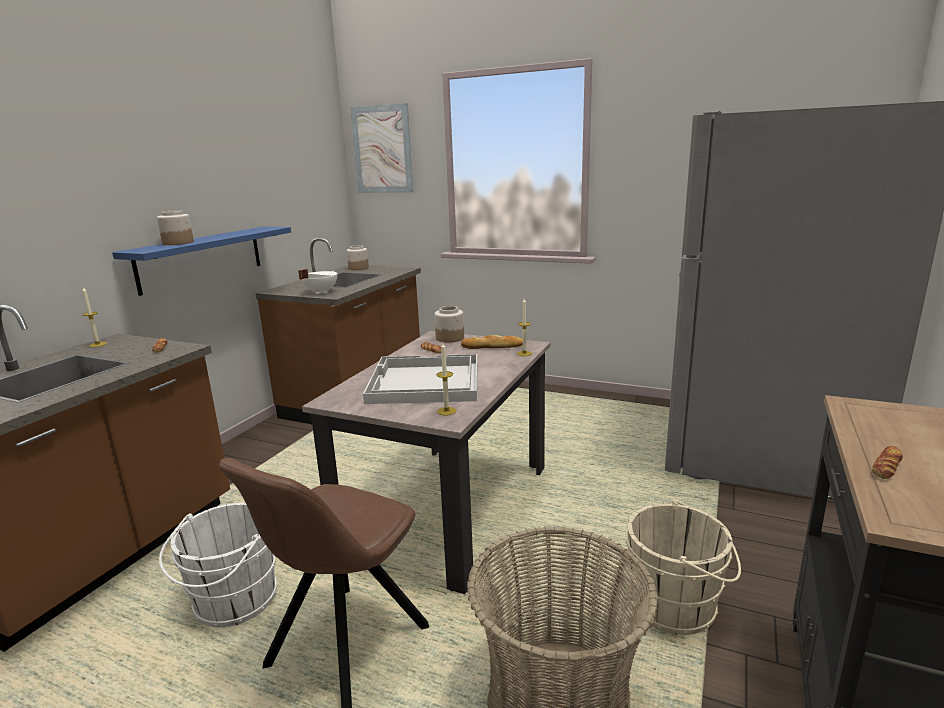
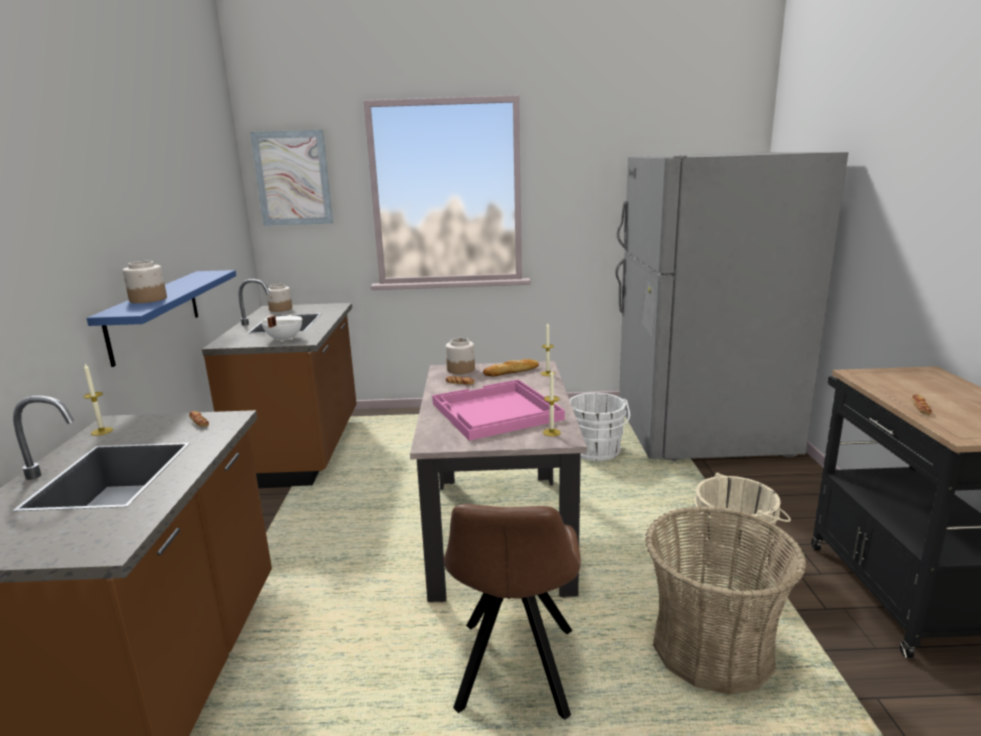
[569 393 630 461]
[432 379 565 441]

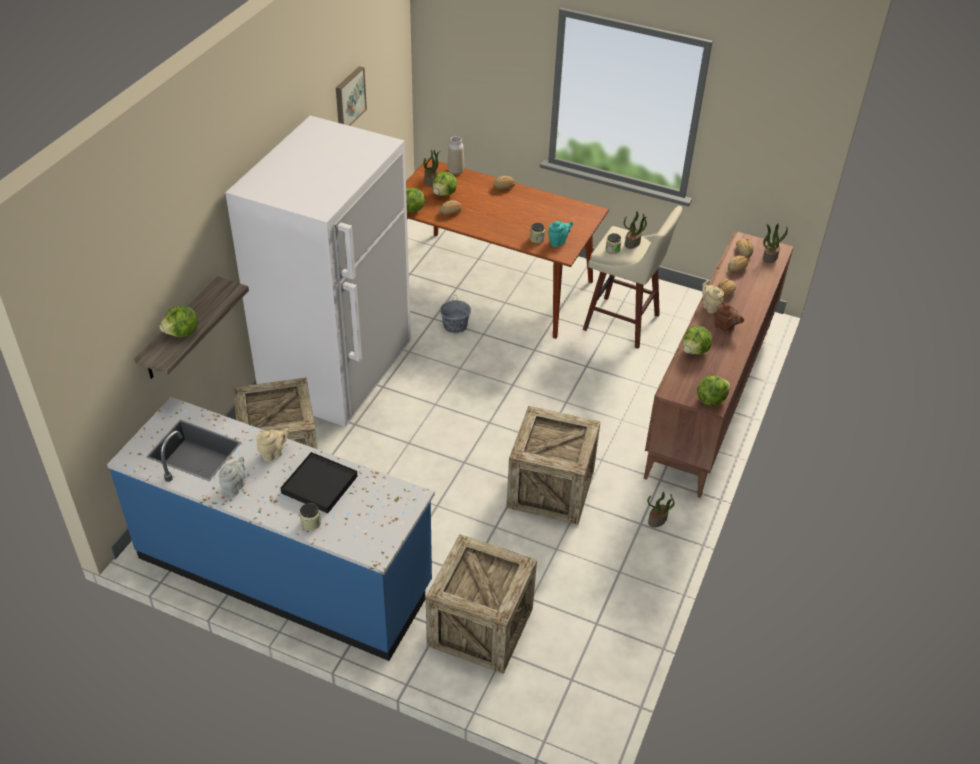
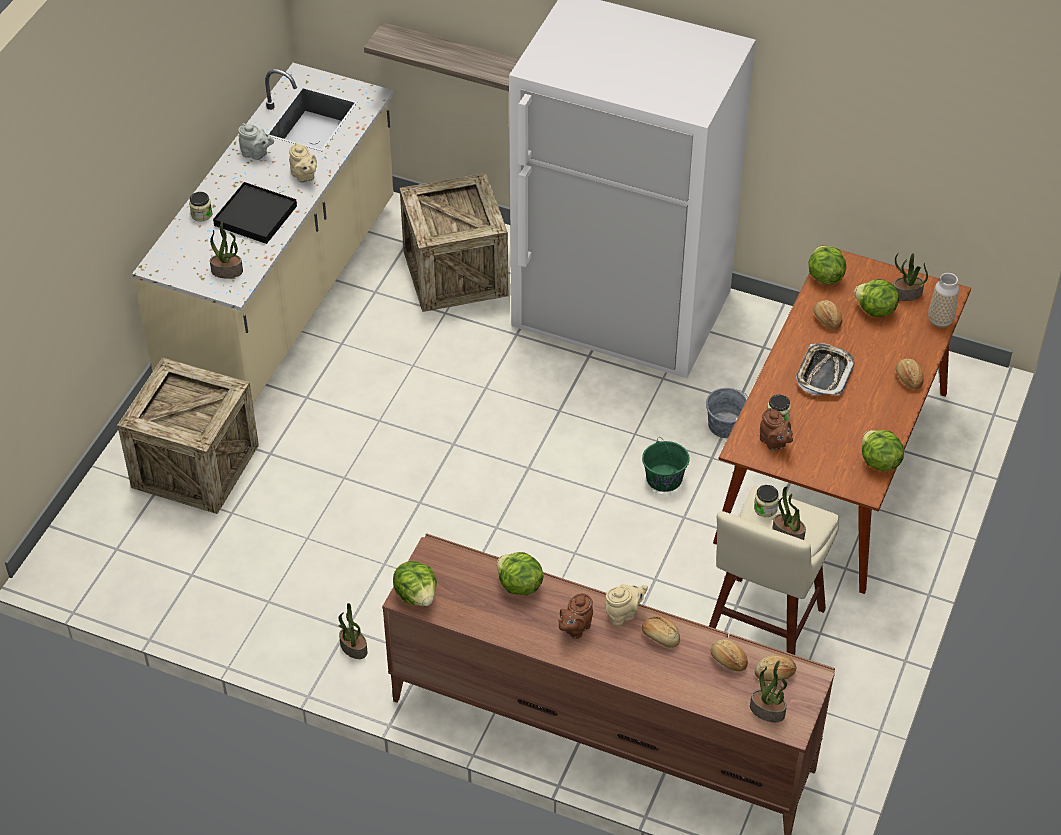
[336 66 367 126] (first image)
[506 406 601 525] (first image)
[210 222 243 278]
[642 437 690 492]
[796 343 855 396]
[862 430 904 471]
[132 63 394 403]
[760 408 793 451]

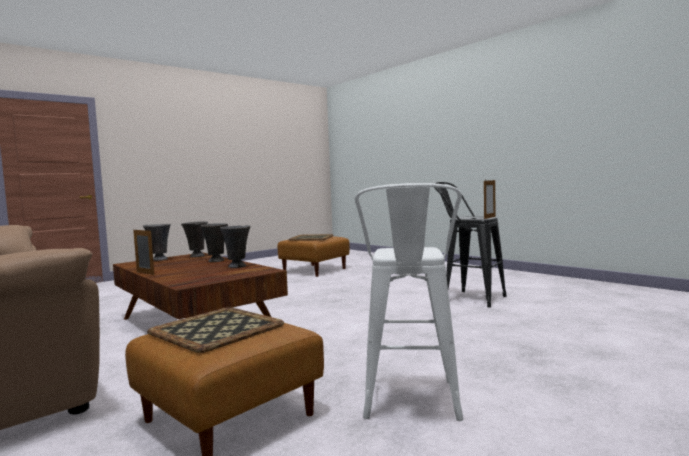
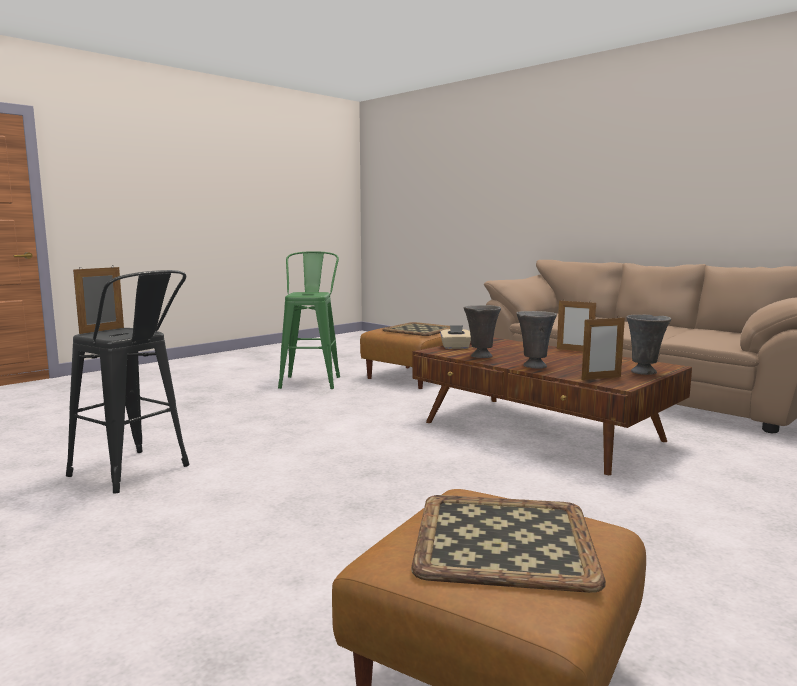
[440 325 471 349]
[582 316 625 380]
[278 251 340 389]

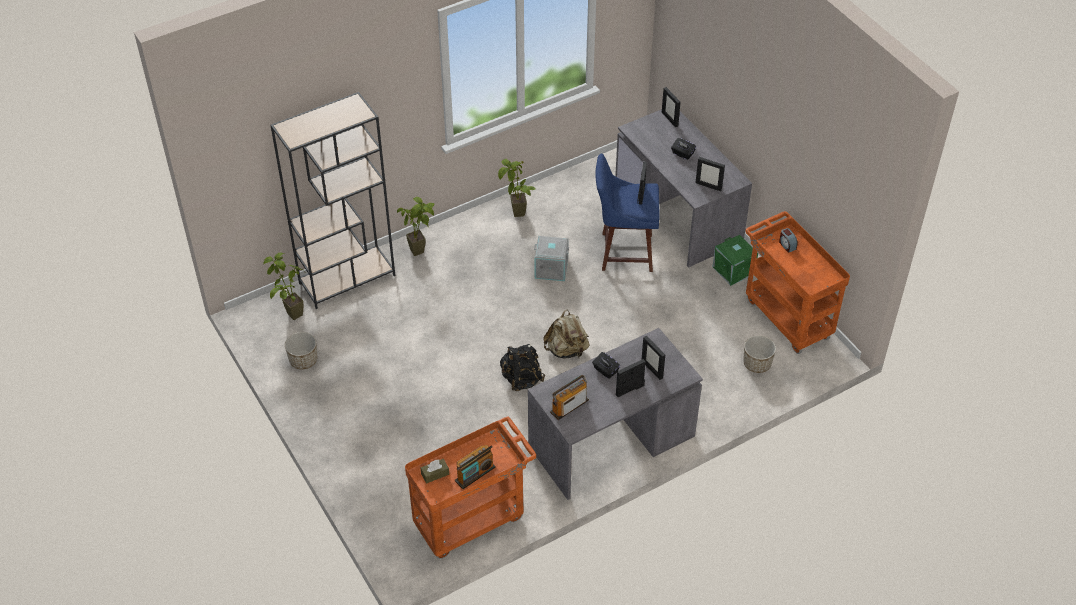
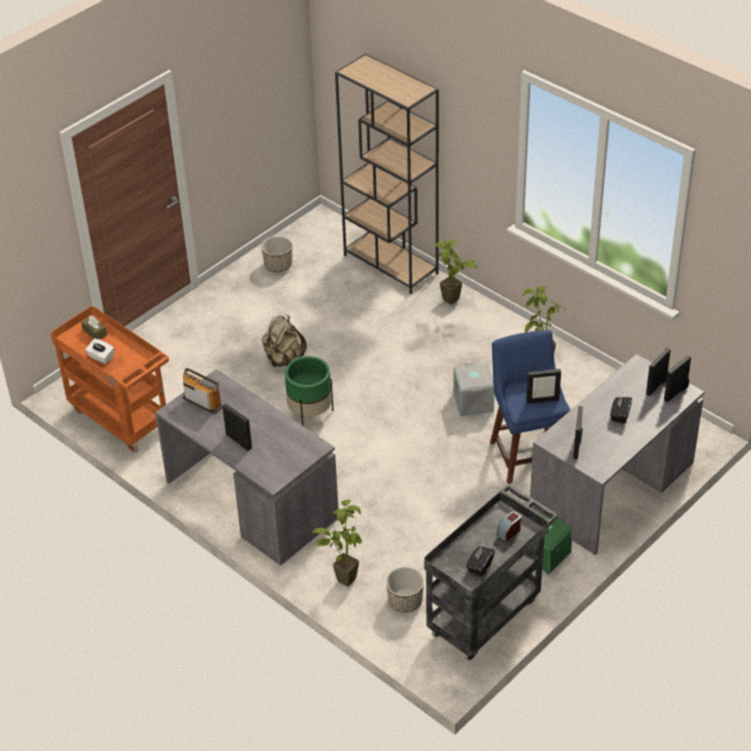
[311 500 362 587]
[262 315 307 367]
[466 546 495 577]
[646 348 671 396]
[85 339 114 364]
[285 356 334 426]
[424 485 557 661]

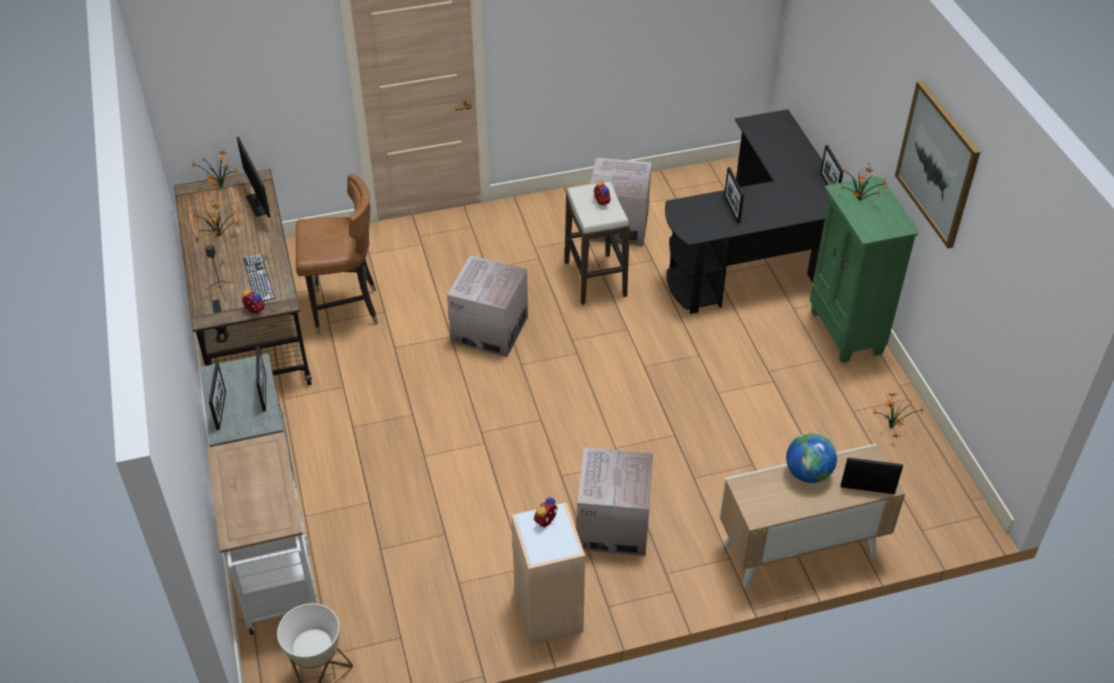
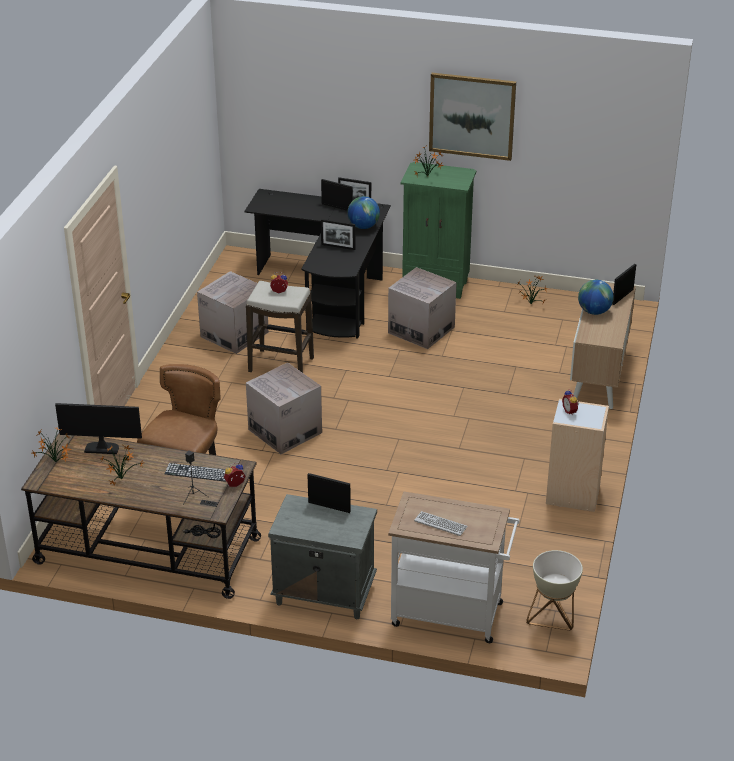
[347 196 380 229]
[414 511 468 536]
[321 179 352 211]
[388 267 457 349]

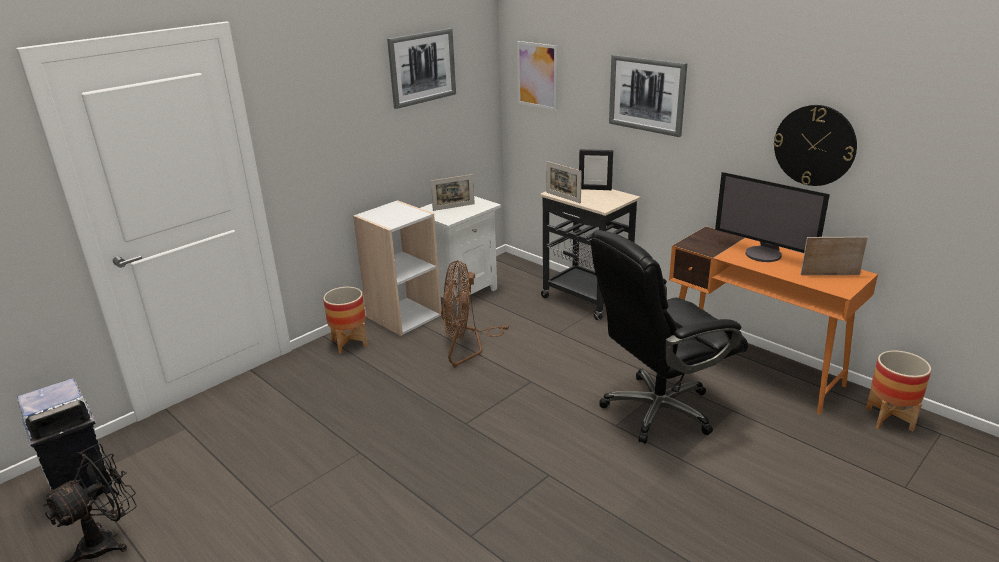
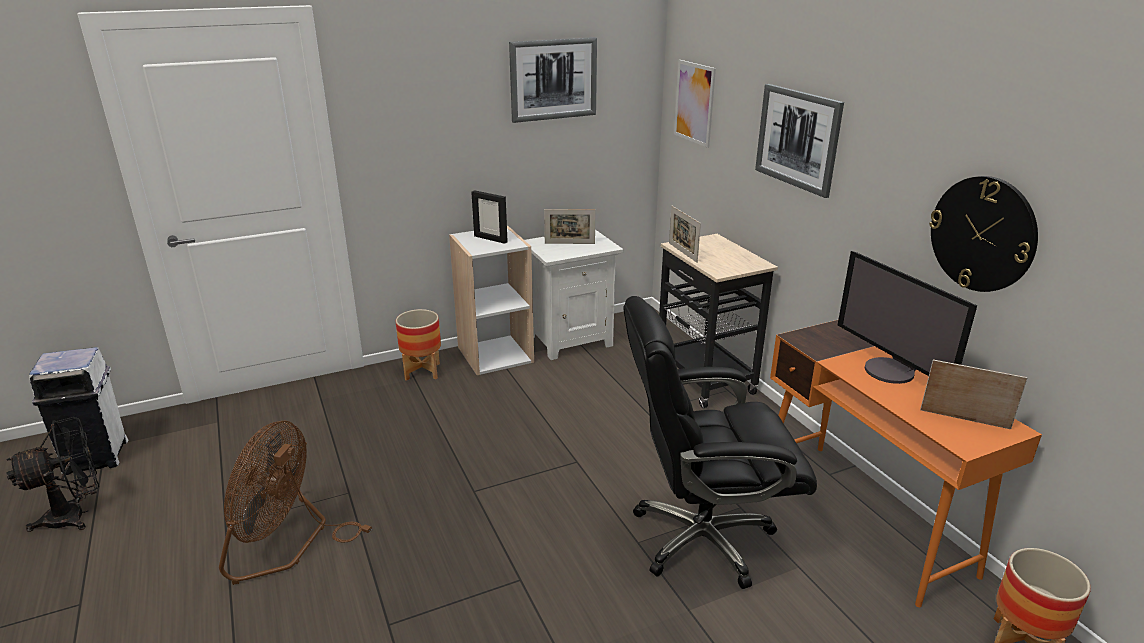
[219 421 372 585]
[471 190 508 244]

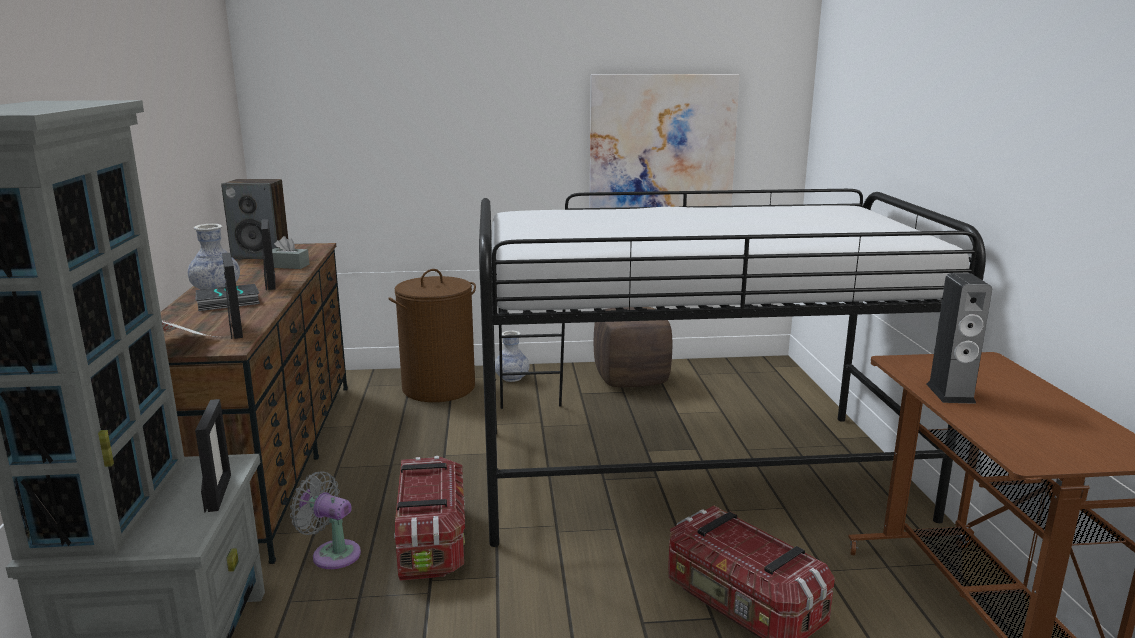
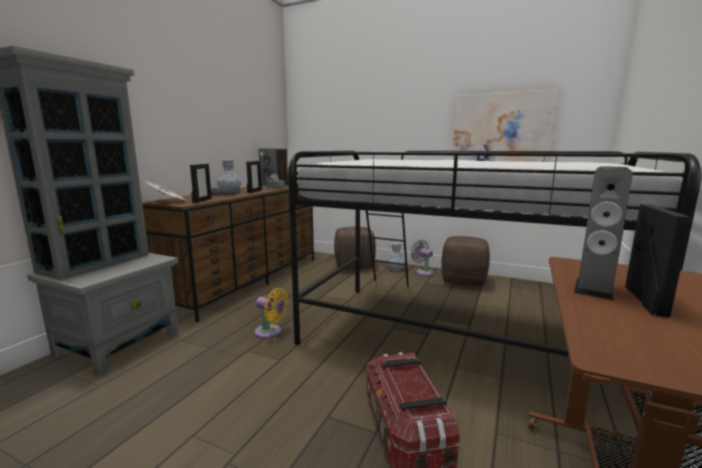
[625 204 692 318]
[411 240 434 276]
[334 227 376 270]
[255 288 288 338]

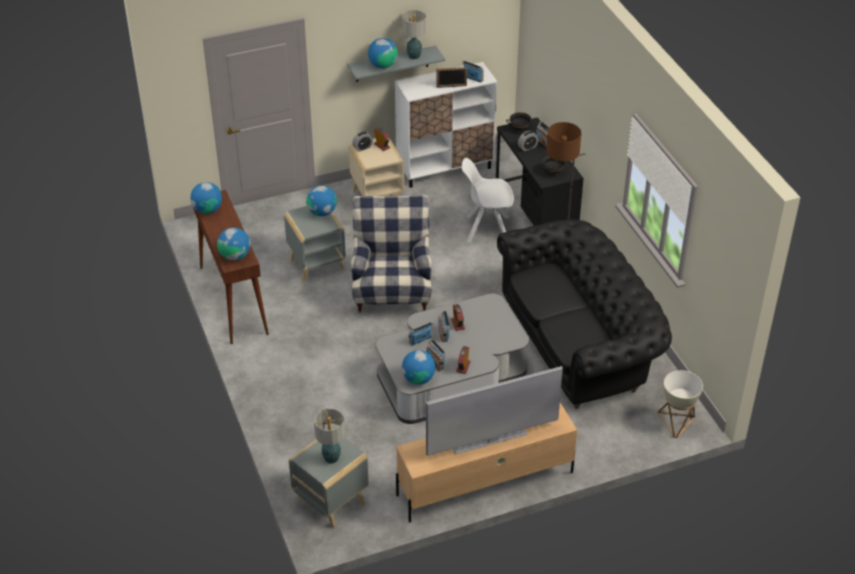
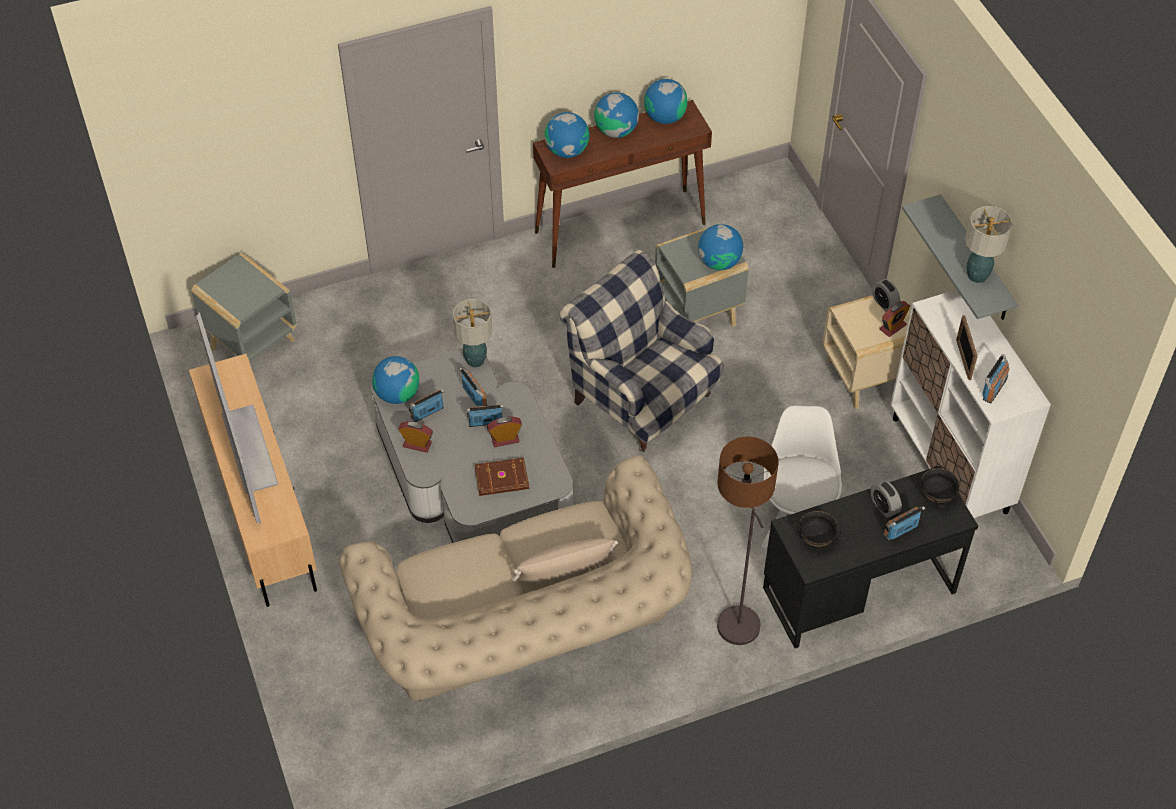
[658 370 703 438] (first image)
[475 458 529 496]
[512 538 618 583]
[453 299 492 367]
[594 92 639 138]
[339 455 692 701]
[559 250 724 452]

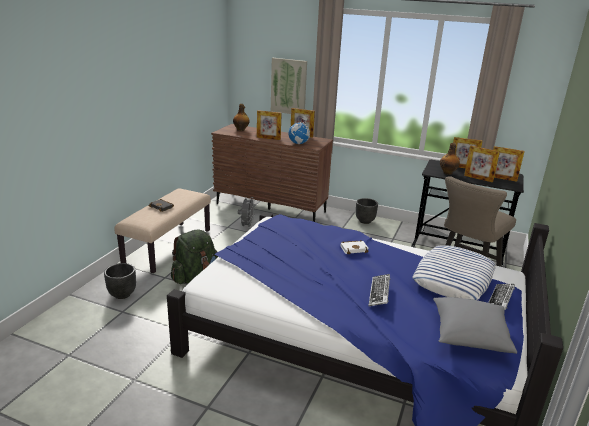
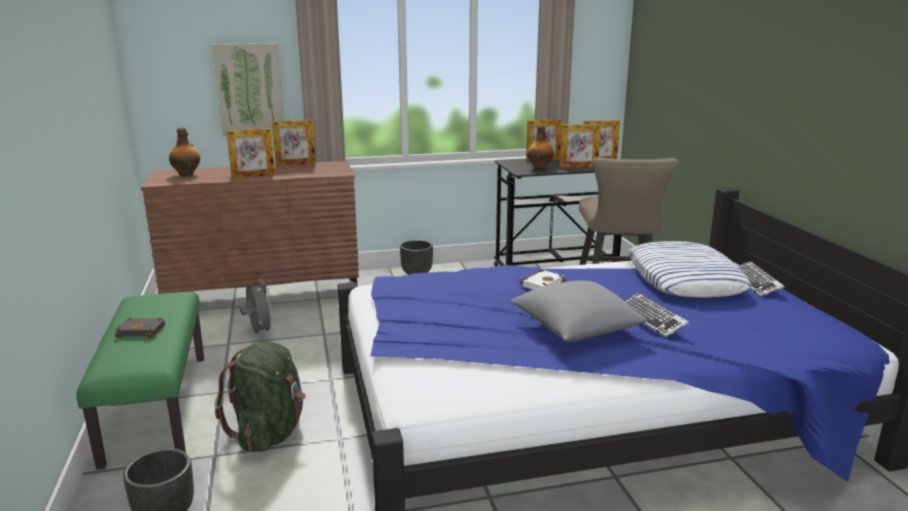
[289 116 311 145] (first image)
[510 280 648 342]
[76 292 204 470]

